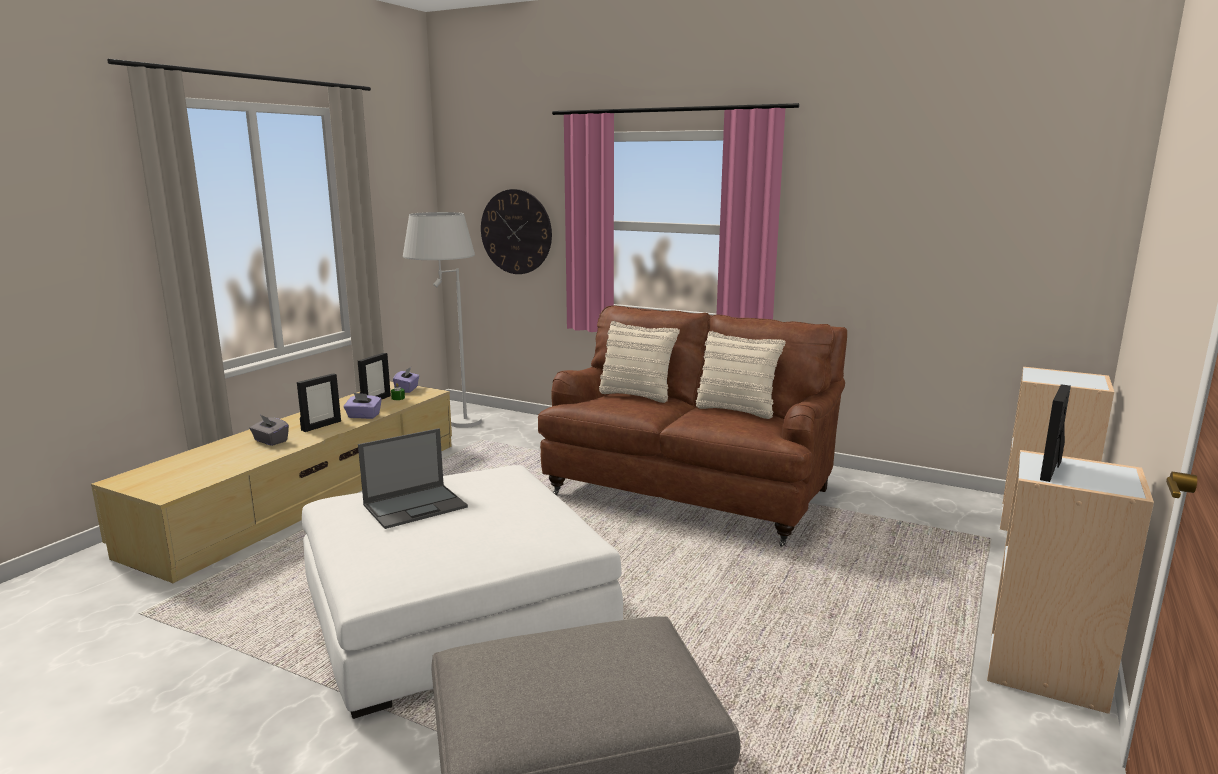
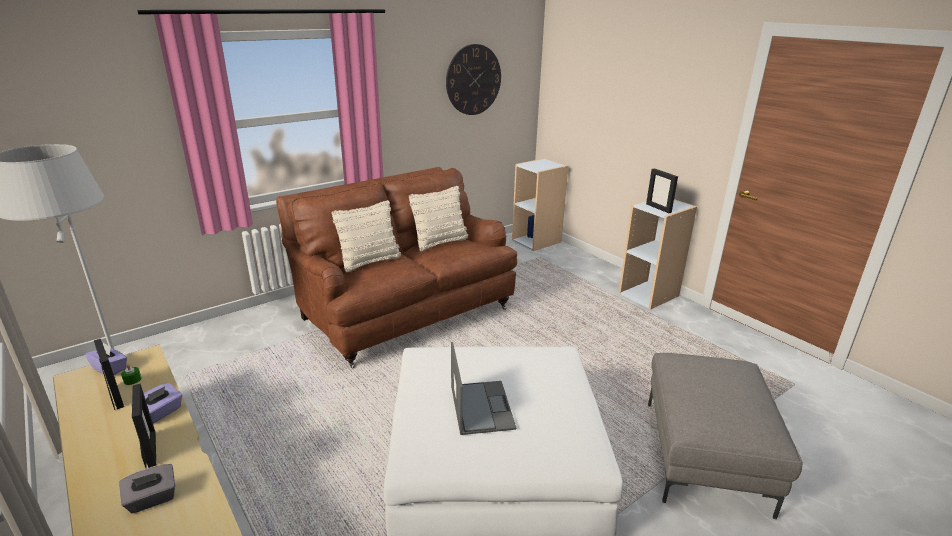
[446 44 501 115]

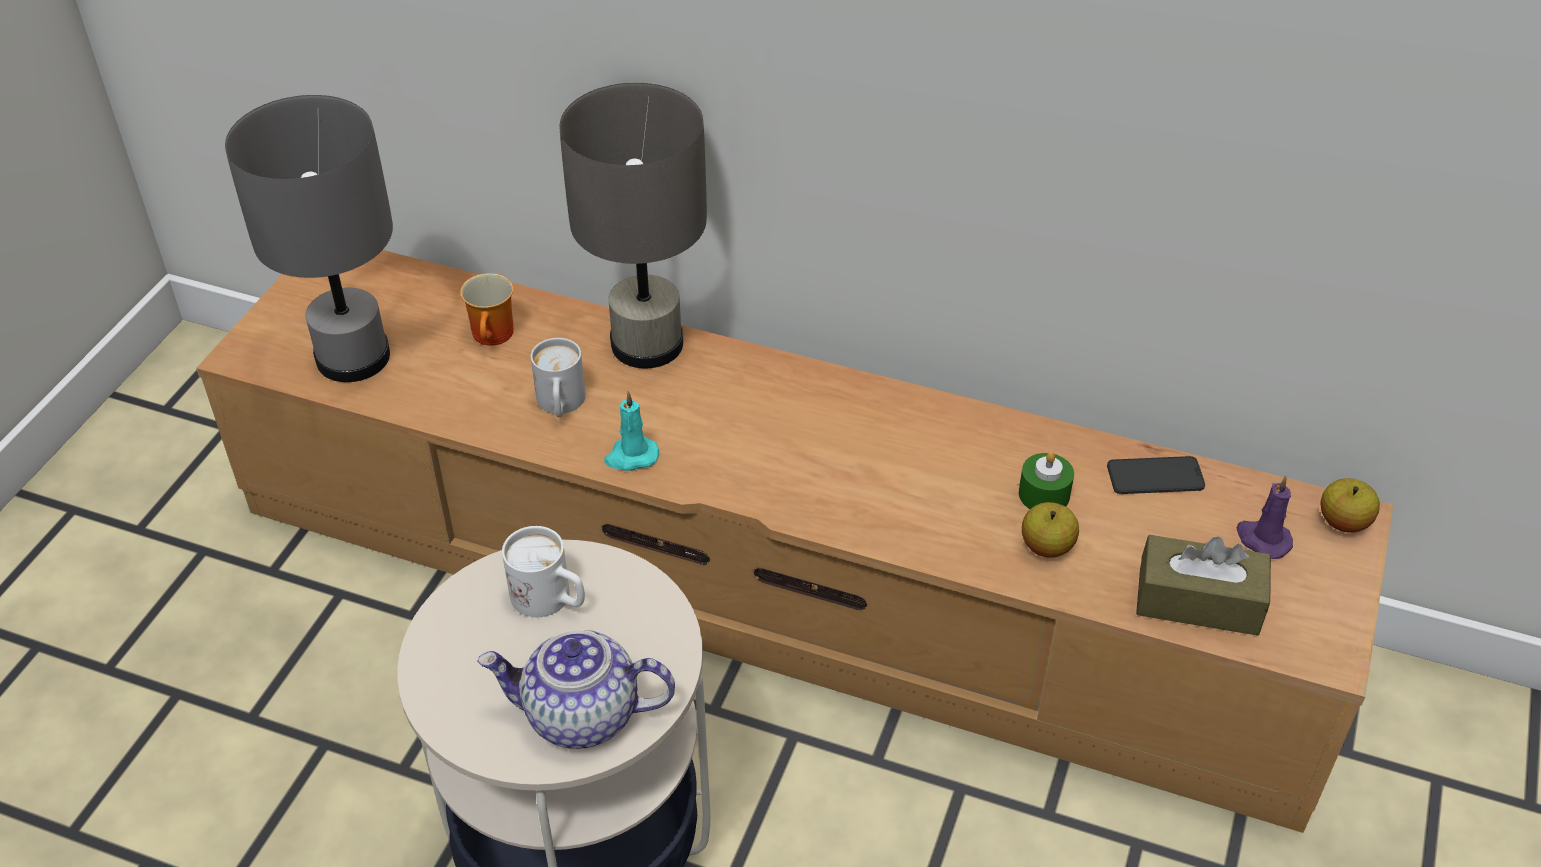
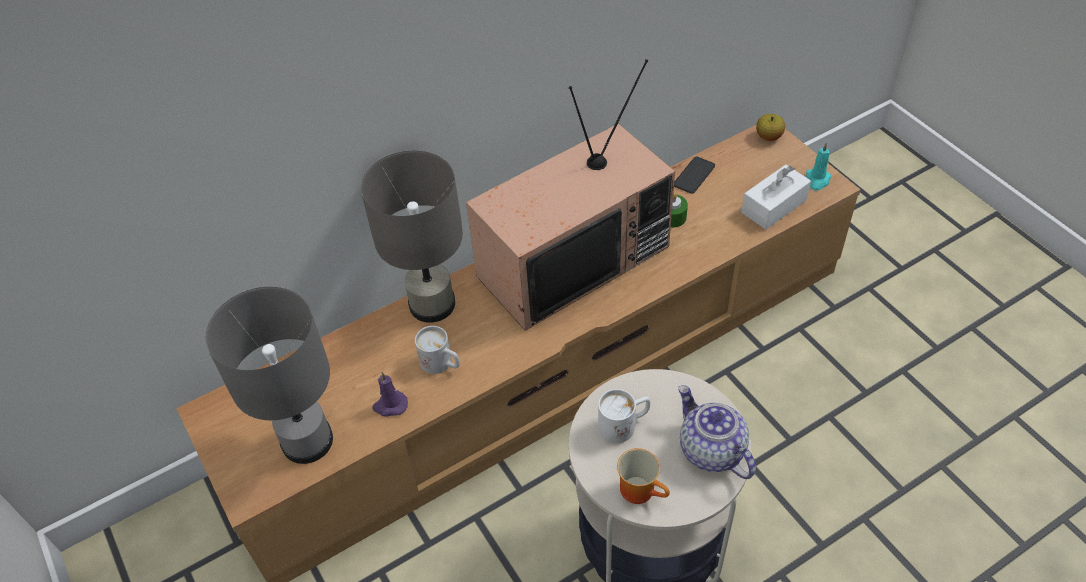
[1022 502 1079 558] (first image)
[466 59 675 331]
[617 448 670 504]
[806 143 831 191]
[372 372 408 417]
[741 165 811 230]
[678 385 756 479]

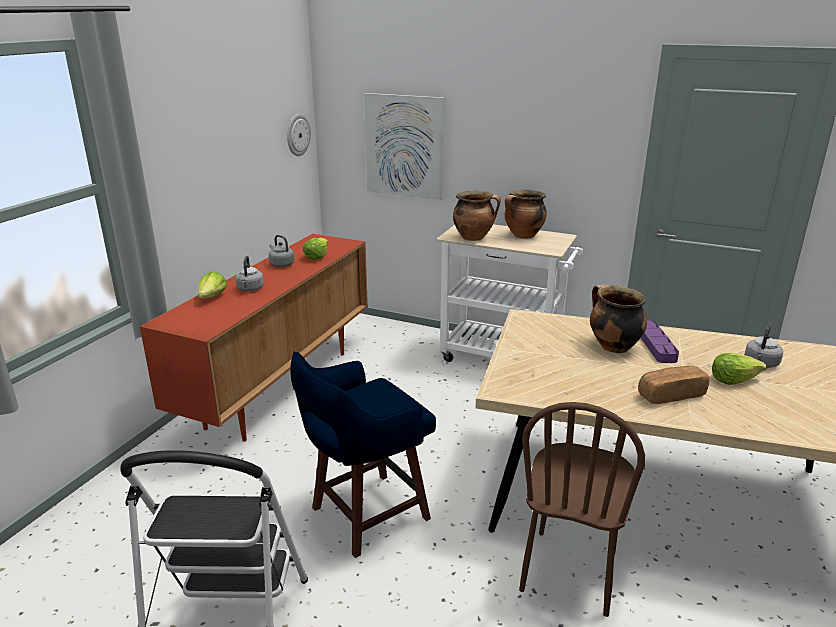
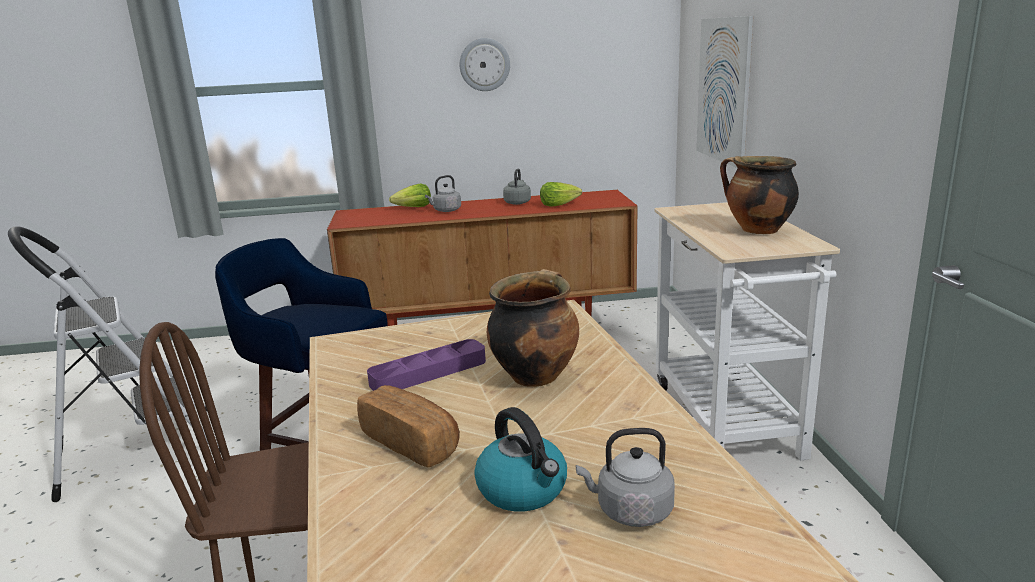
[453 191 501 241] (first image)
[460 38 510 91]
[367 339 486 391]
[474 407 567 512]

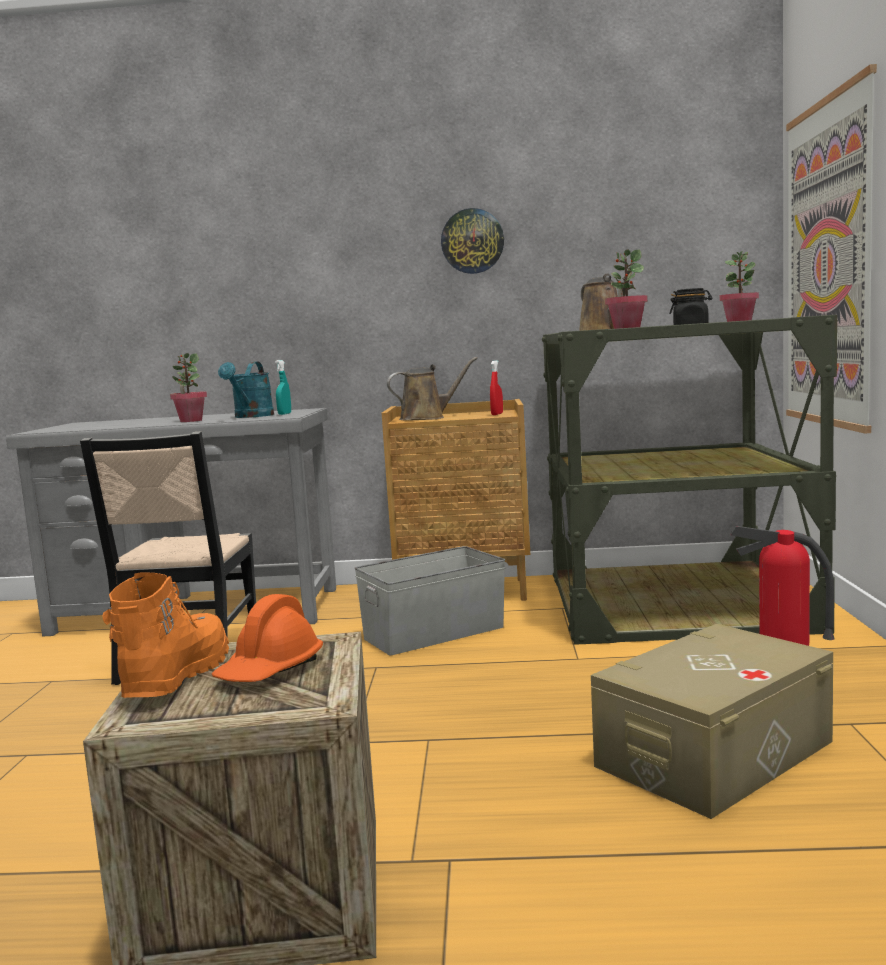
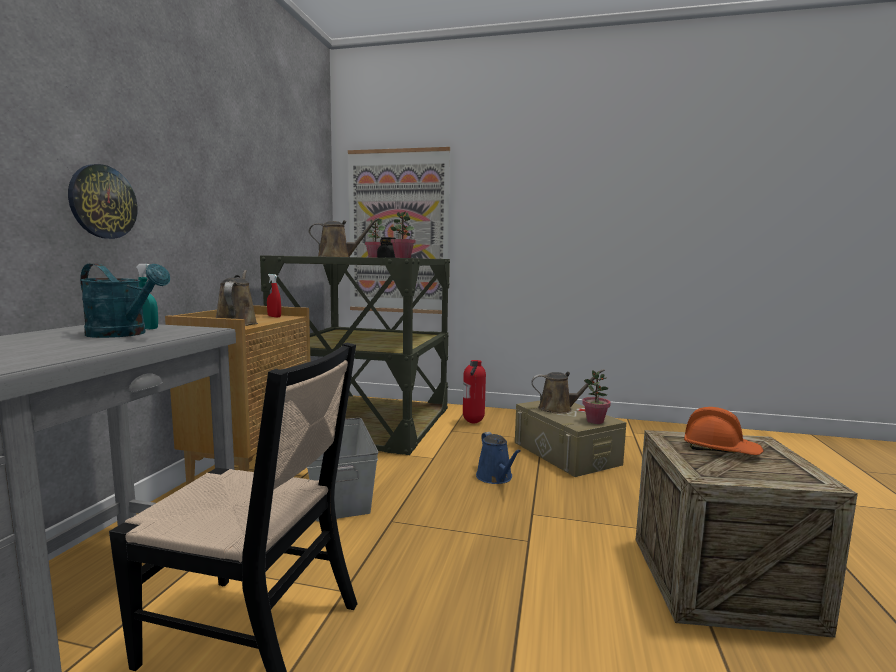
[102 573 229 698] (first image)
[476 432 521 484]
[531 369 605 414]
[582 370 611 424]
[68 164 137 239]

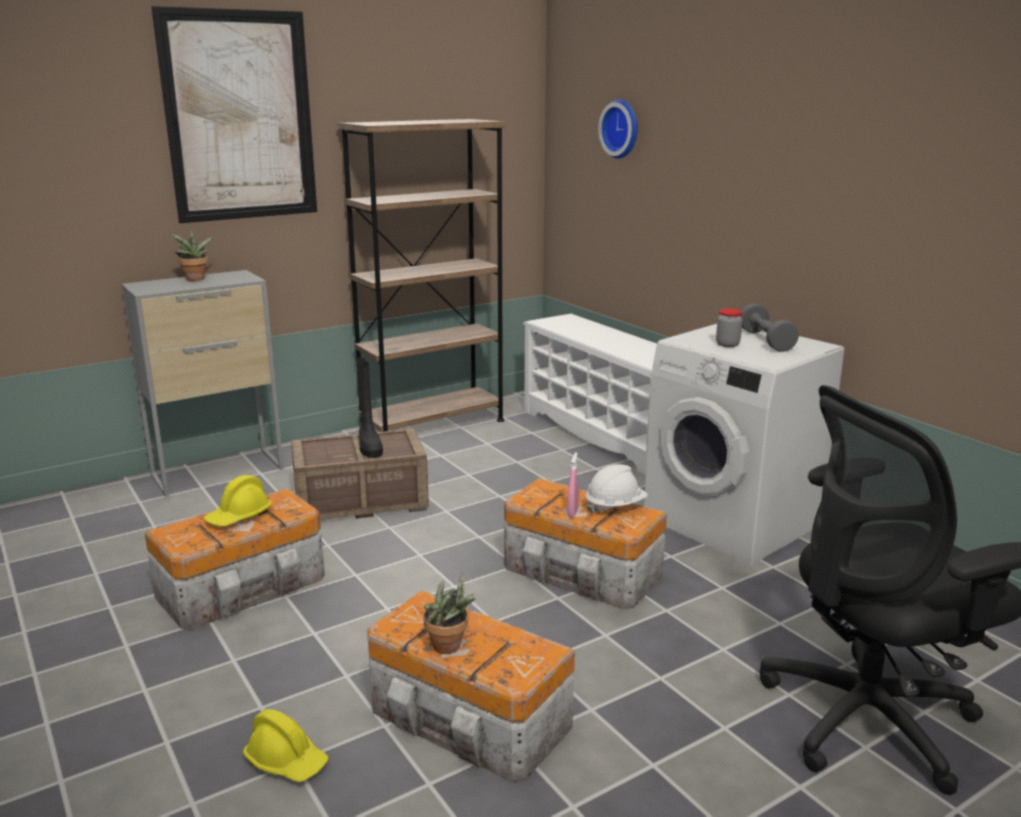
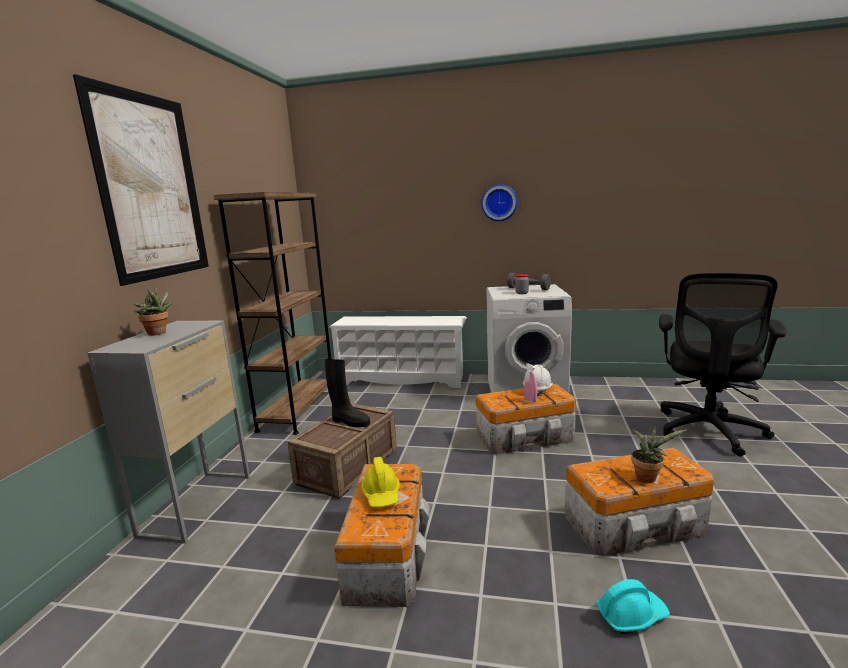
[481 184 517 221]
[596 579 670 634]

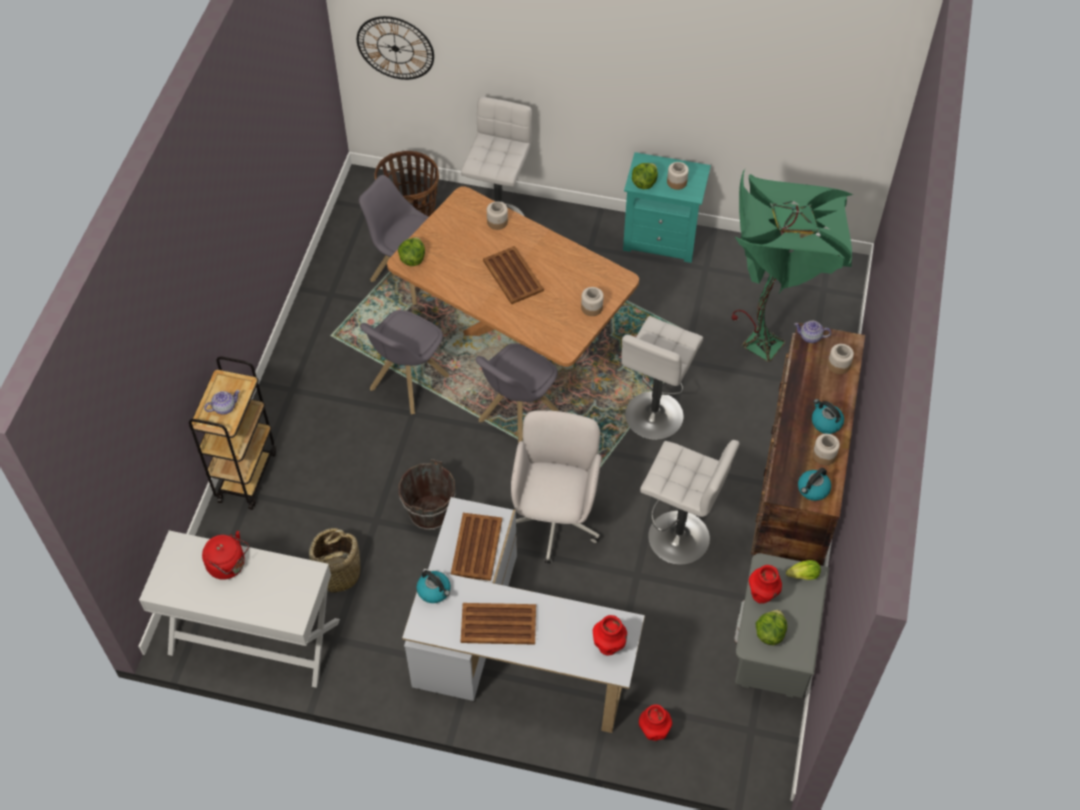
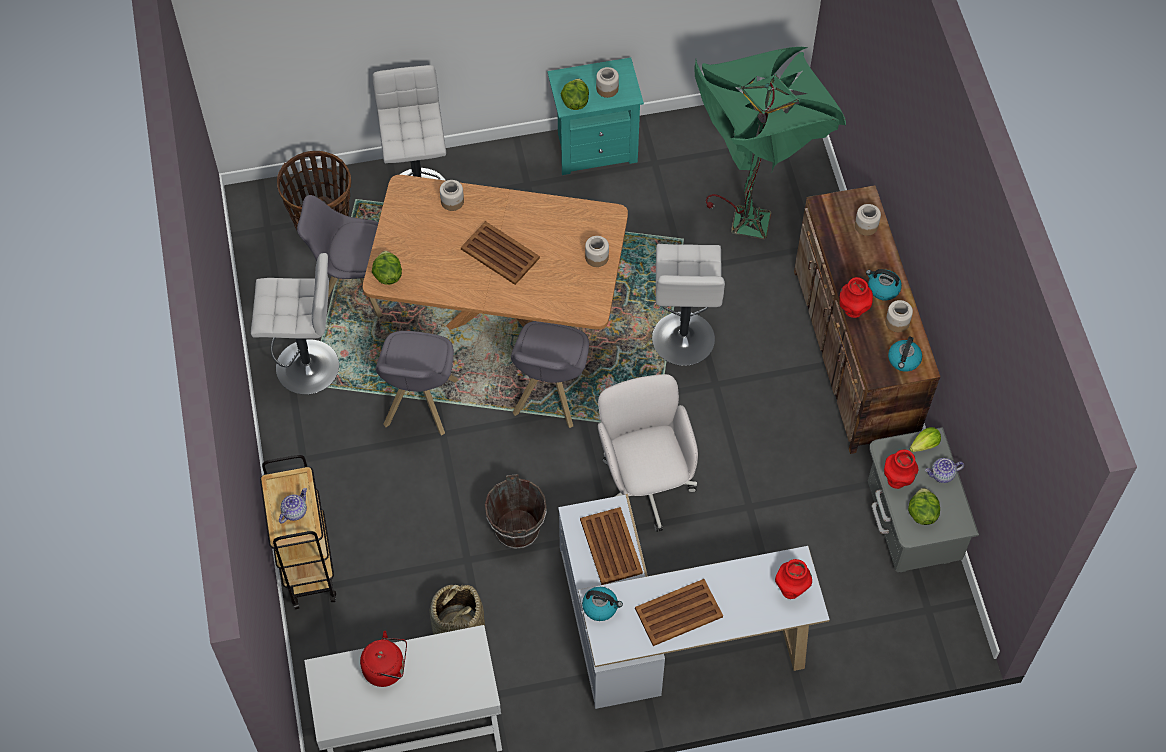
[357 16 434 80] (first image)
[839 277 873 318]
[251 253 339 394]
[925 458 964 483]

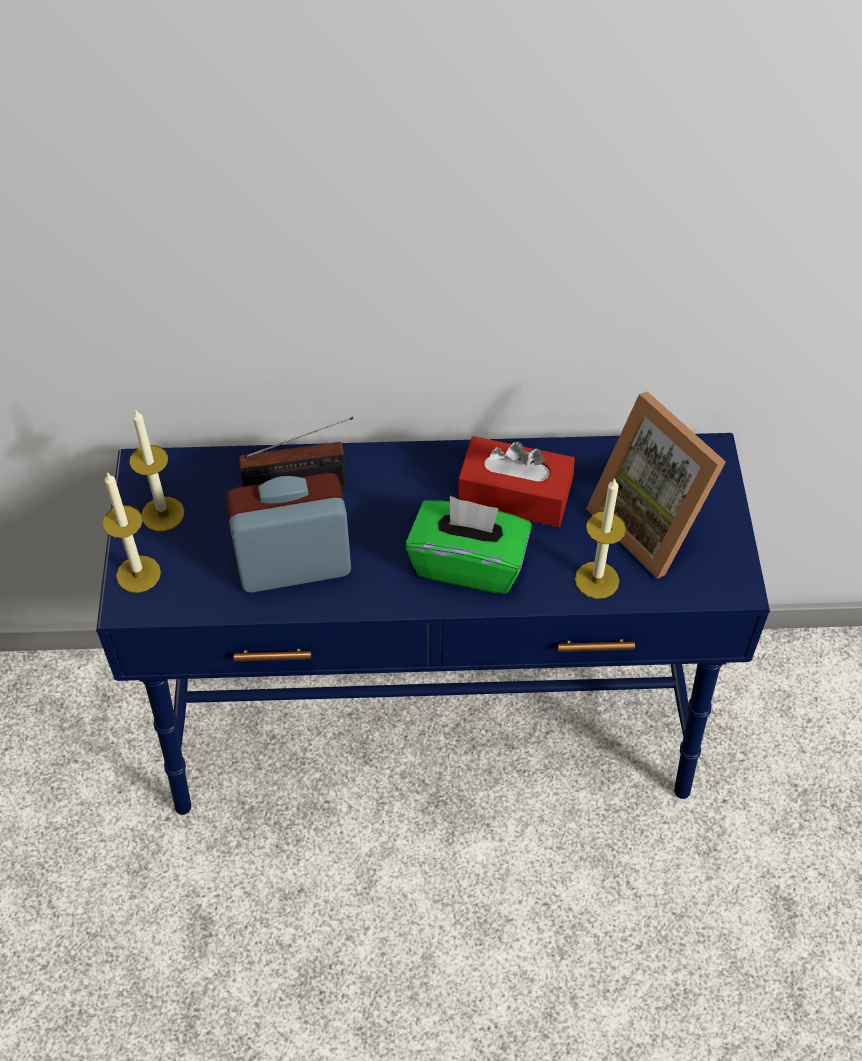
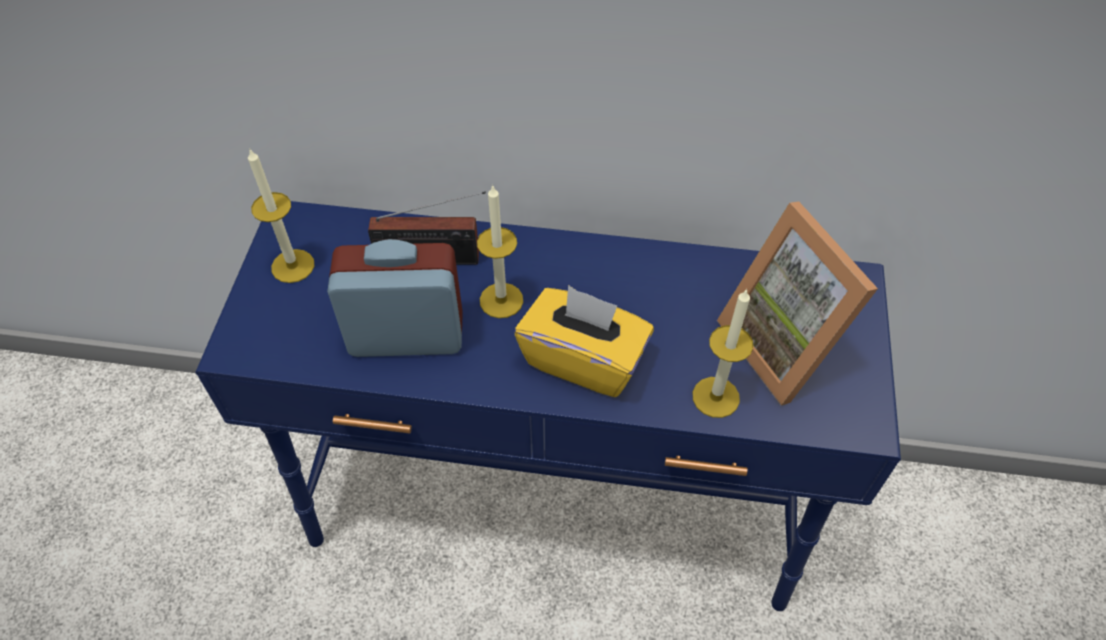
[458 436 575 527] (first image)
[477 184 523 318]
[515 285 654 397]

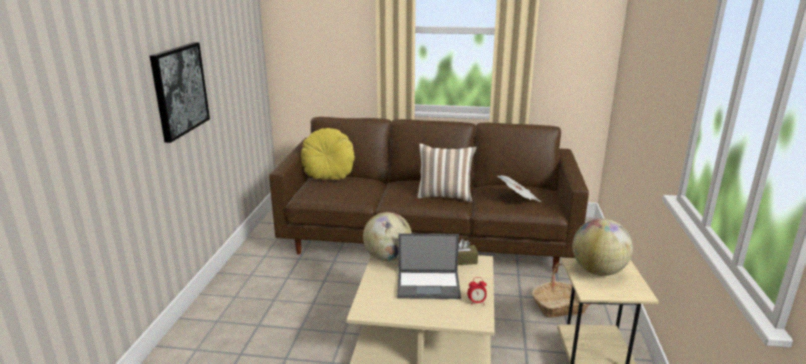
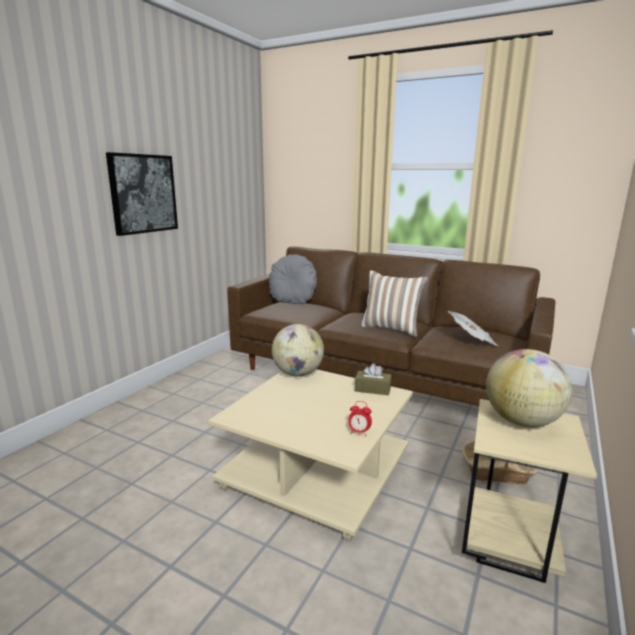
[397 234 461 299] (first image)
[269 254 317 304]

